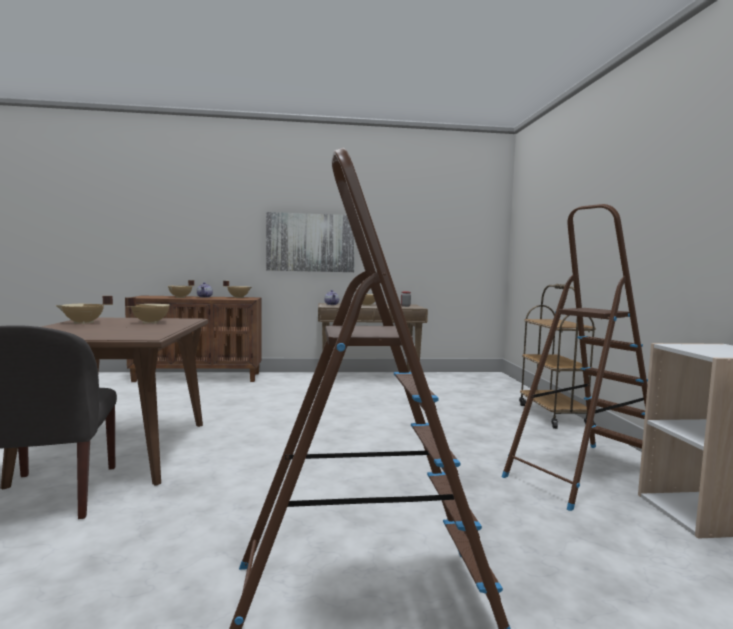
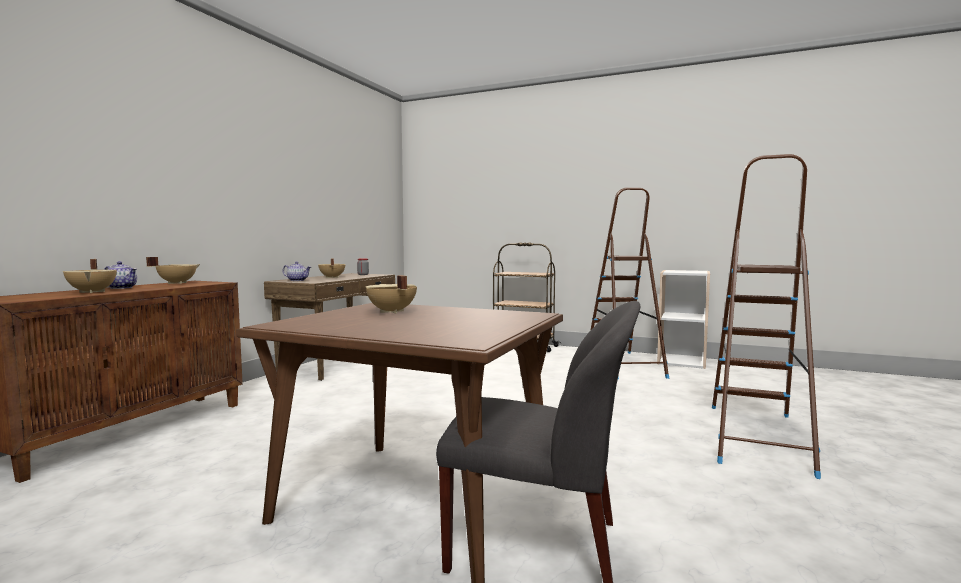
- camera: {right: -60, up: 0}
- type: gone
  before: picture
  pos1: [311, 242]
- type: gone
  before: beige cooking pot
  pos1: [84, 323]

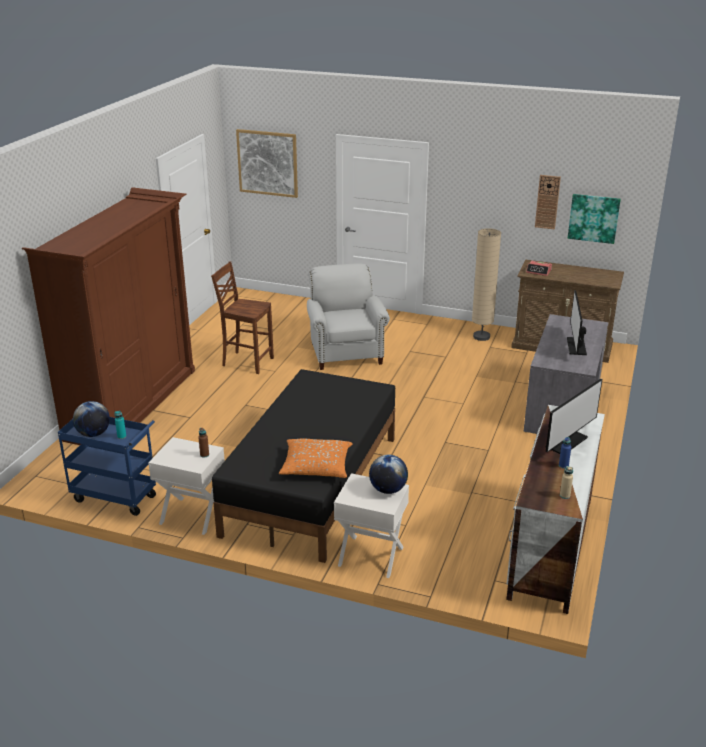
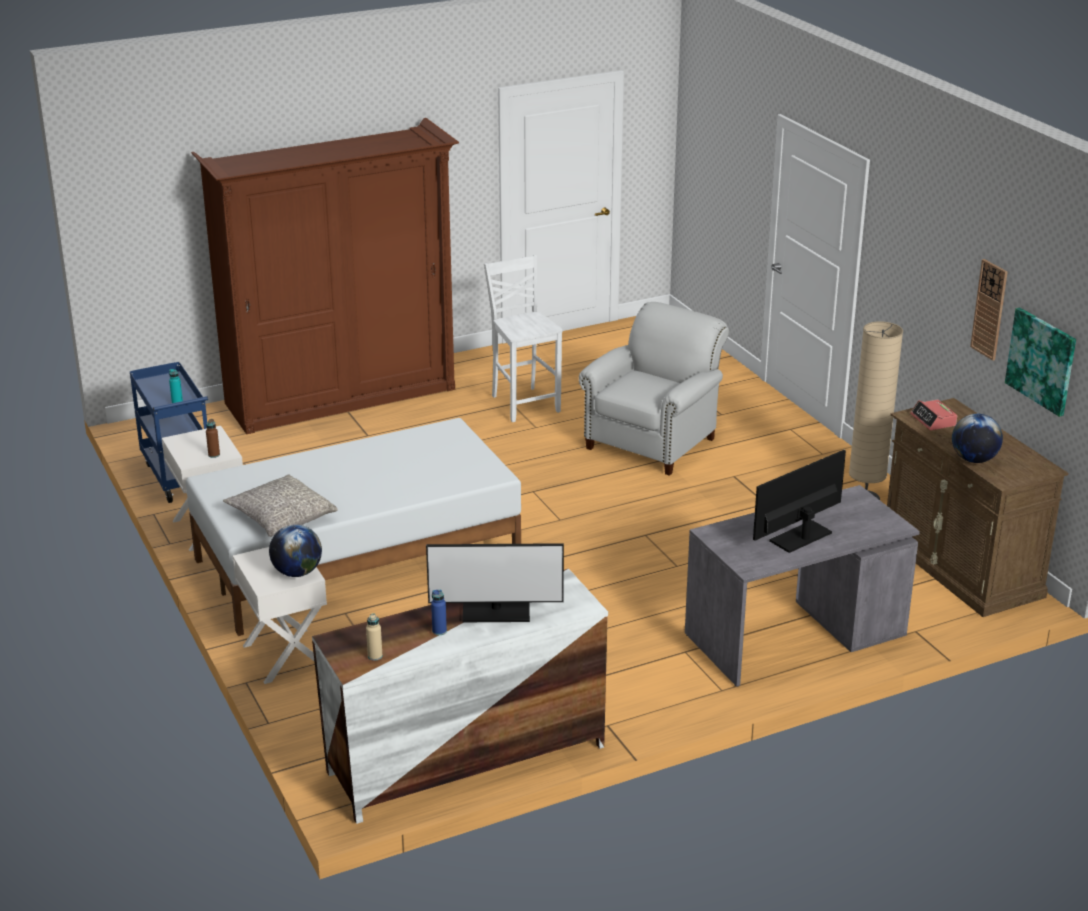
- camera: {right: 45, up: 0}
- type: gone
  before: picture
  pos1: [267, 163]
- type: repainted
  before: brown chair
  after: white chair
  pos1: [246, 362]
  pos2: [524, 403]
- type: repainted
  before: black bed
  after: white bed
  pos1: [311, 485]
  pos2: [356, 560]
- type: shifted
  before: globe
  pos1: [93, 434]
  pos2: [974, 460]
- type: repainted
  before: orange pillow
  after: grey pillow
  pos1: [316, 467]
  pos2: [281, 517]

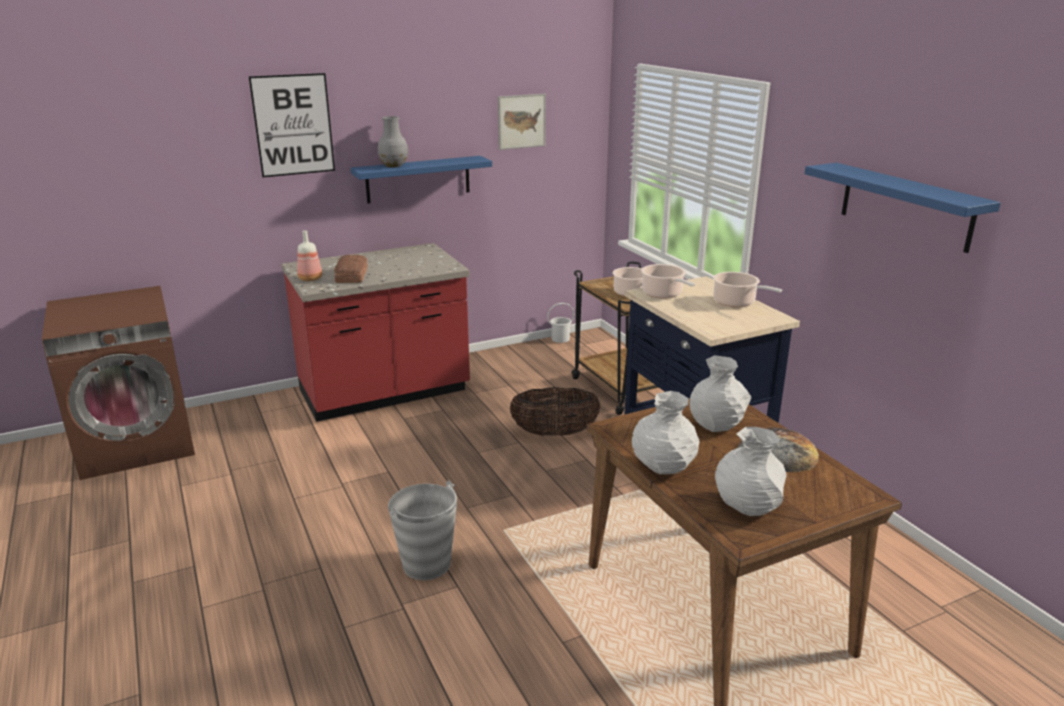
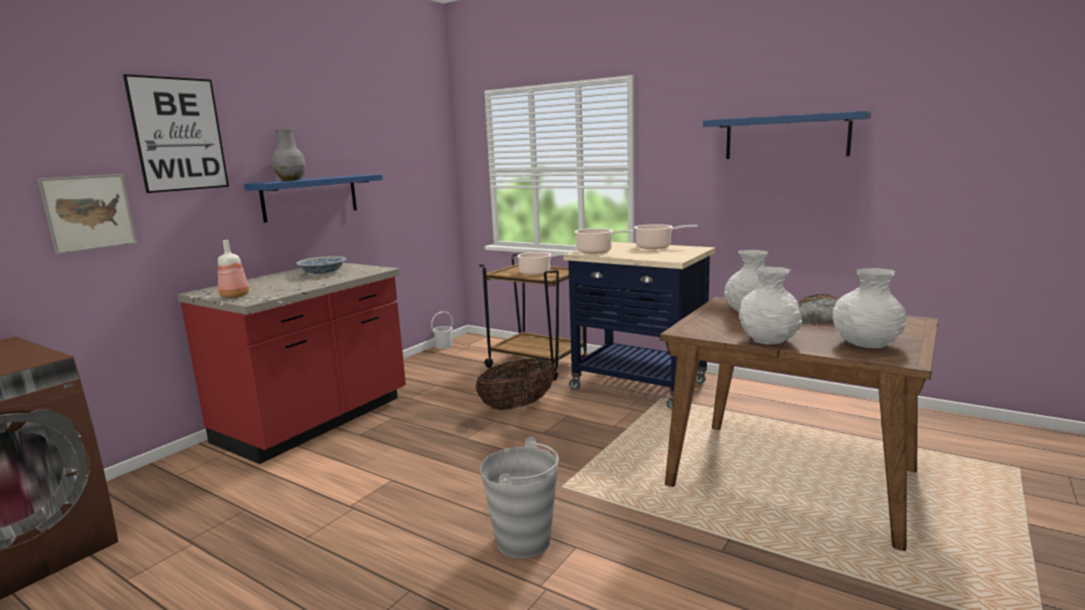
- camera: {right: -30, up: -10}
- type: shifted
  before: picture
  pos1: [521, 121]
  pos2: [89, 212]
- type: gone
  before: bread
  pos1: [350, 275]
- type: new
  after: bowl
  pos2: [323, 273]

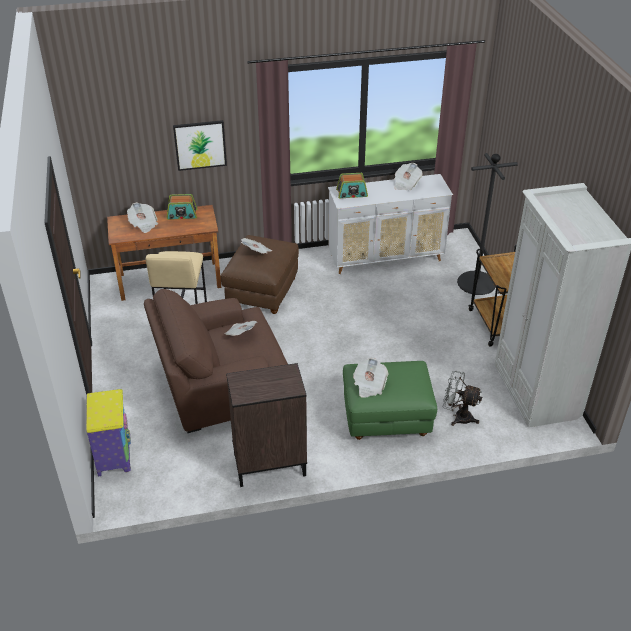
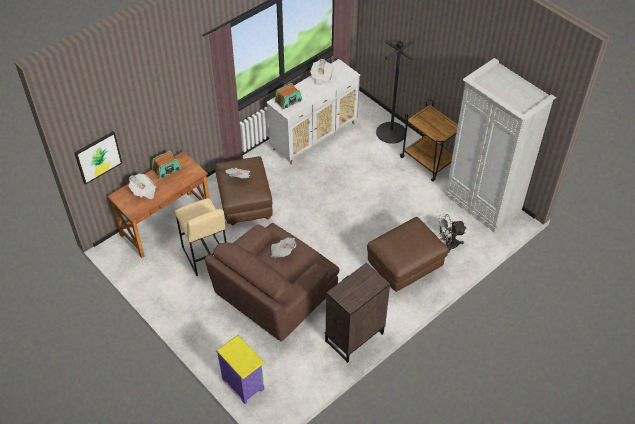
- camera: {right: -30, up: 10}
- type: shifted
  before: picture
  pos1: [200, 145]
  pos2: [98, 157]
- type: gone
  before: newspaper
  pos1: [369, 385]
- type: repainted
  before: green ottoman
  after: brown ottoman
  pos1: [386, 419]
  pos2: [404, 267]

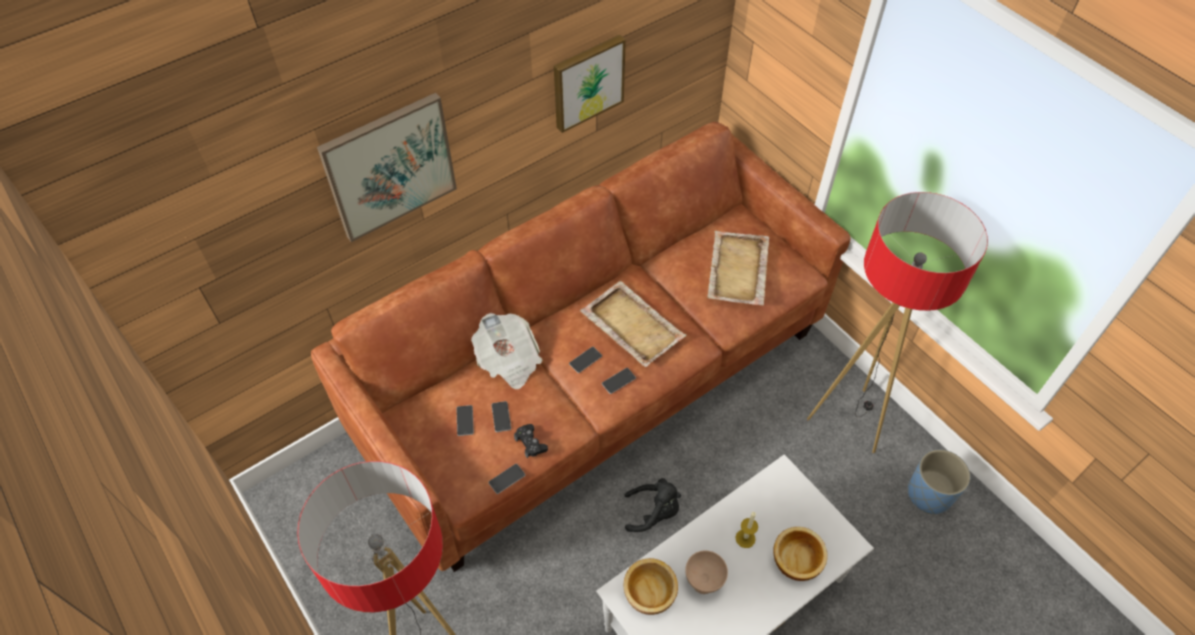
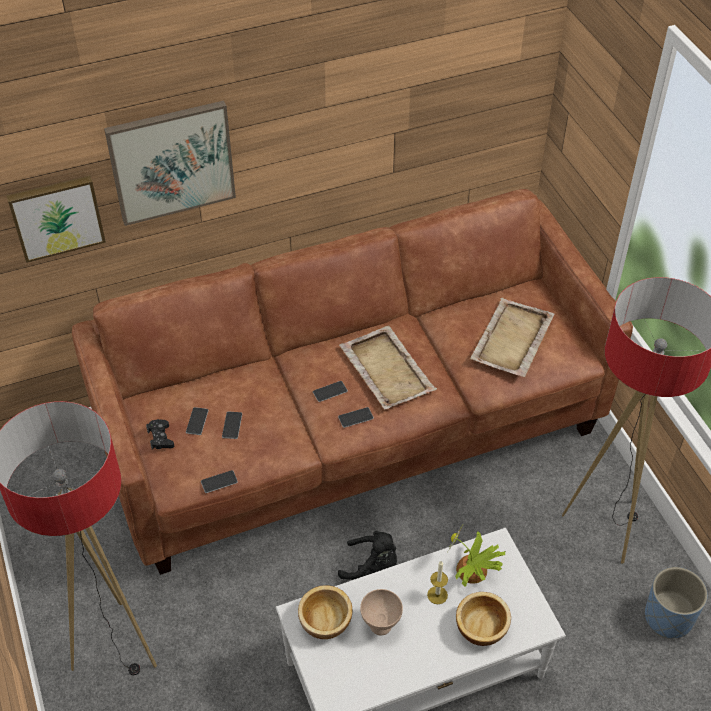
- camera: {right: 15, up: -5}
- type: shifted
  before: picture
  pos1: [587, 81]
  pos2: [56, 216]
- type: gone
  before: newspaper
  pos1: [508, 361]
- type: shifted
  before: black game controller
  pos1: [530, 443]
  pos2: [160, 438]
- type: new
  after: potted plant
  pos2: [472, 571]

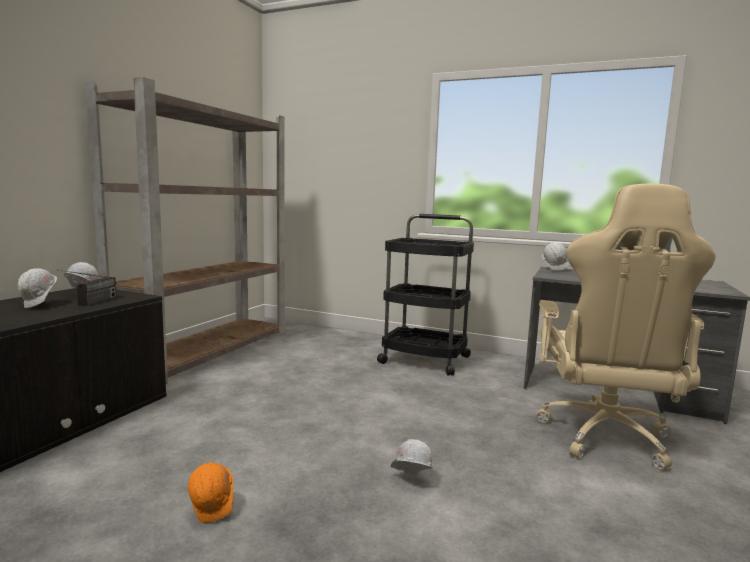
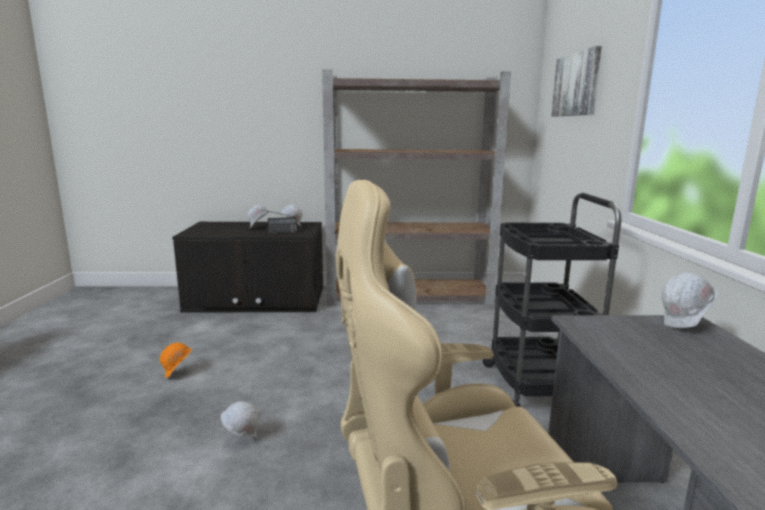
- camera: {right: 65, up: 5}
- type: new
  after: picture
  pos2: [576, 84]

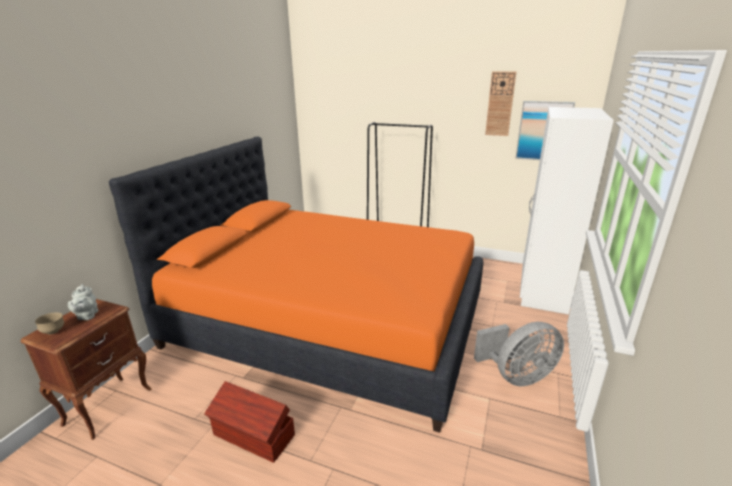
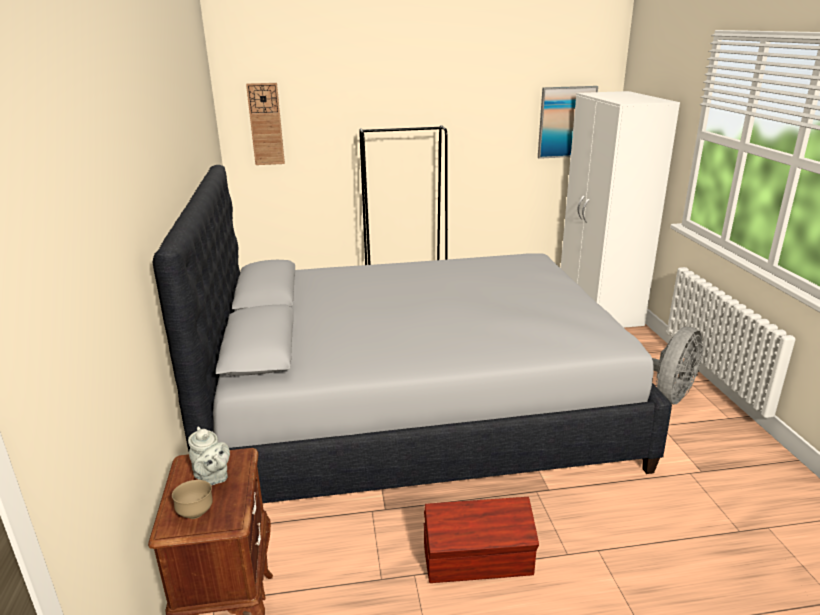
- camera: {right: -30, up: 0}
- type: shifted
  before: wall clock
  pos1: [500, 104]
  pos2: [266, 124]
- type: repainted
  before: orange bed
  after: grey bed
  pos1: [328, 322]
  pos2: [415, 410]

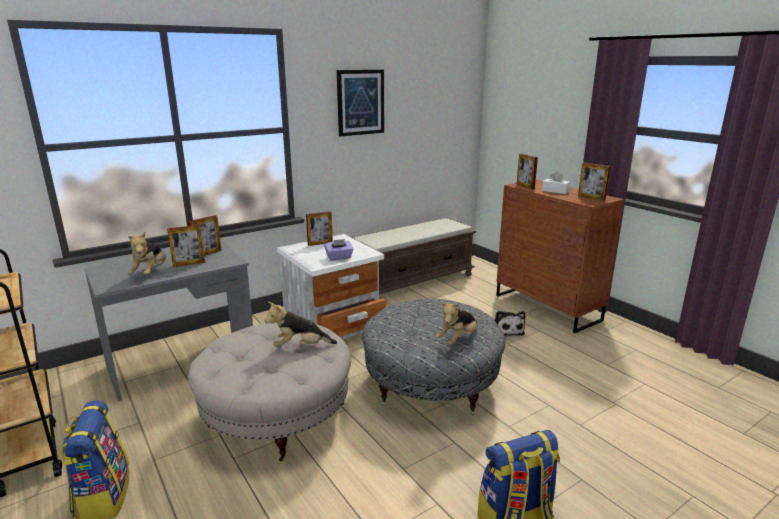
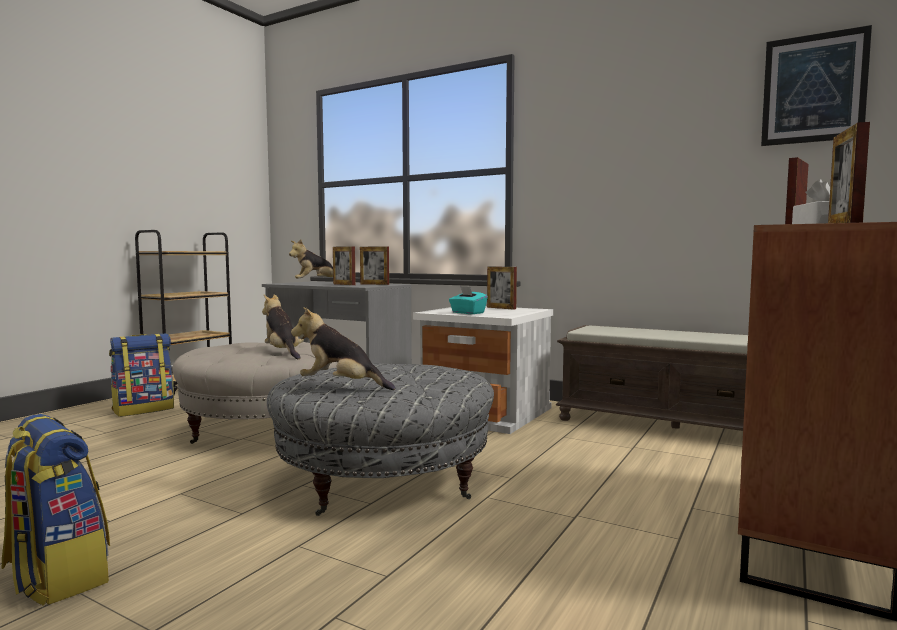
- camera: {right: 65, up: -15}
- type: shifted
  before: picture
  pos1: [360, 102]
  pos2: [813, 89]
- type: repainted
  before: purple tissue box
  after: turquoise tissue box
  pos1: [339, 257]
  pos2: [467, 313]
- type: gone
  before: plush toy
  pos1: [505, 330]

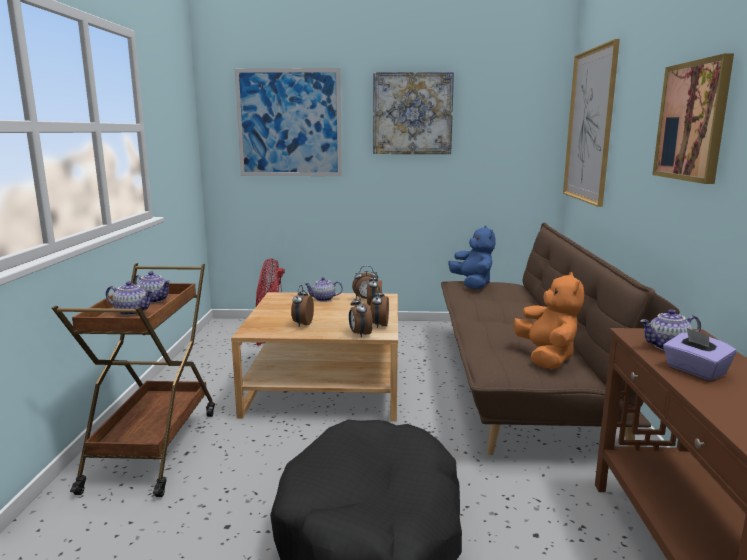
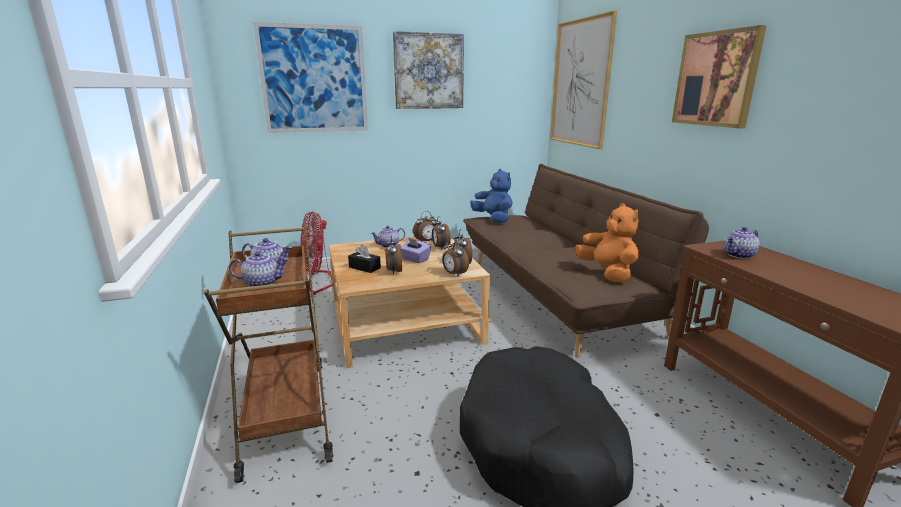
- camera: {right: -20, up: 5}
- type: shifted
  before: purple tissue box
  pos1: [695, 371]
  pos2: [415, 259]
- type: new
  after: black tissue box
  pos2: [364, 267]

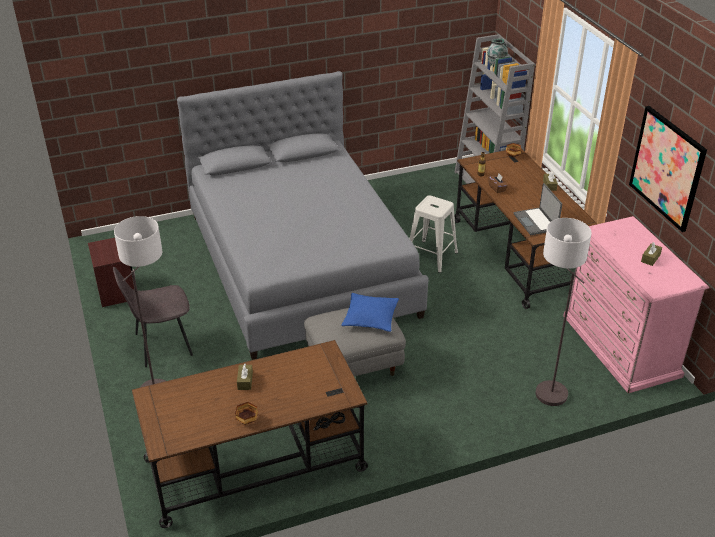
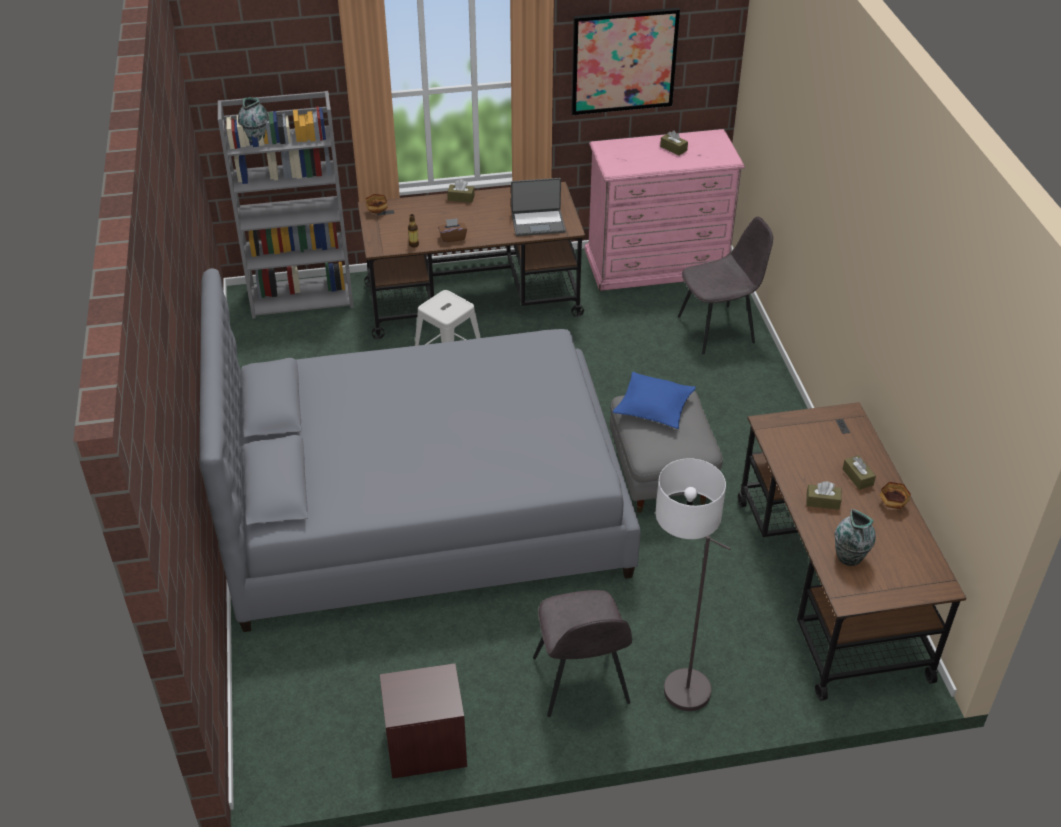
- camera: {right: -80, up: 5}
- type: swapped
  before: white floor lamp
  after: grey chair
  pos1: [545, 388]
  pos2: [718, 329]
- type: new
  after: brown tissue box
  pos2: [857, 477]
- type: new
  after: vase
  pos2: [849, 557]

